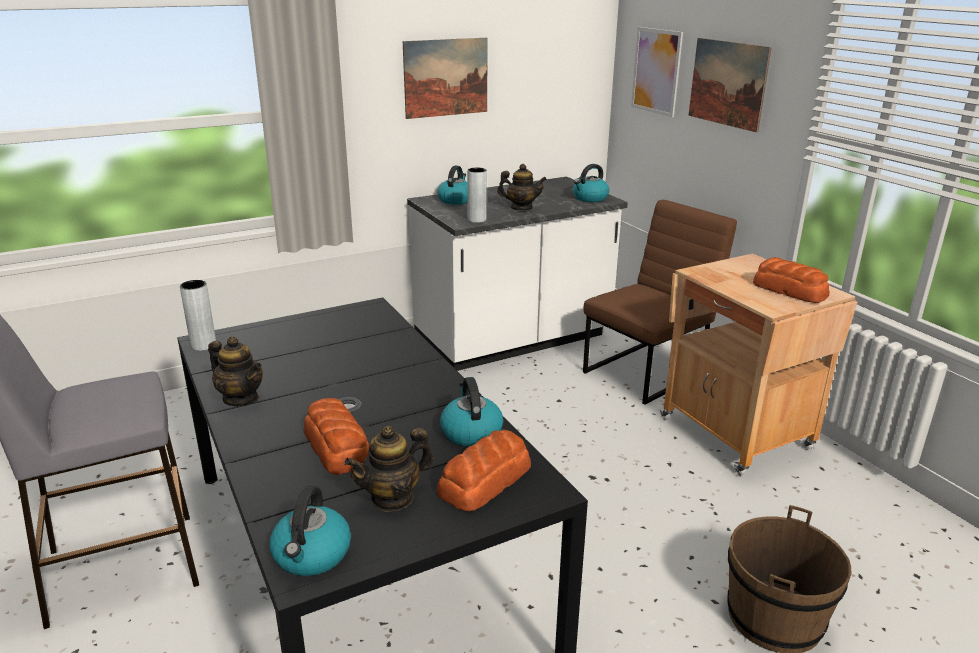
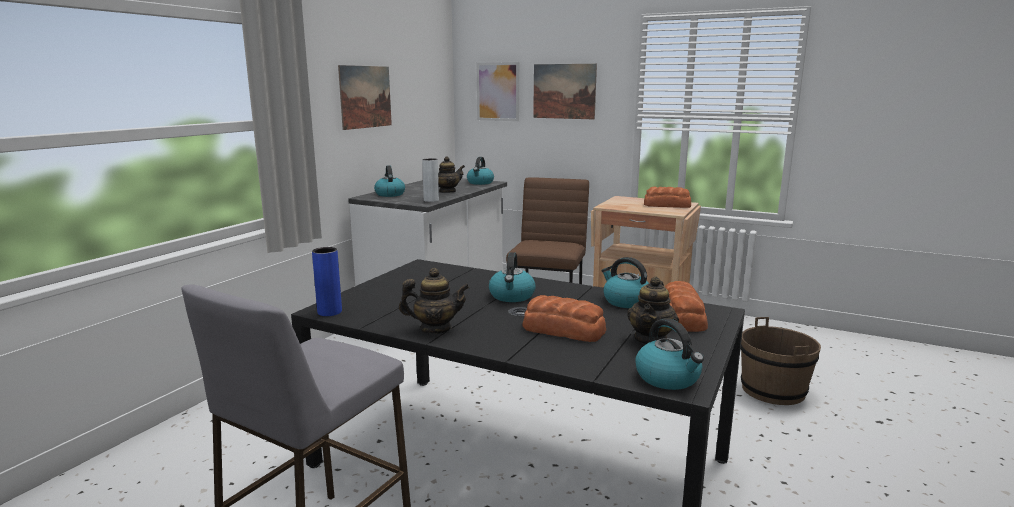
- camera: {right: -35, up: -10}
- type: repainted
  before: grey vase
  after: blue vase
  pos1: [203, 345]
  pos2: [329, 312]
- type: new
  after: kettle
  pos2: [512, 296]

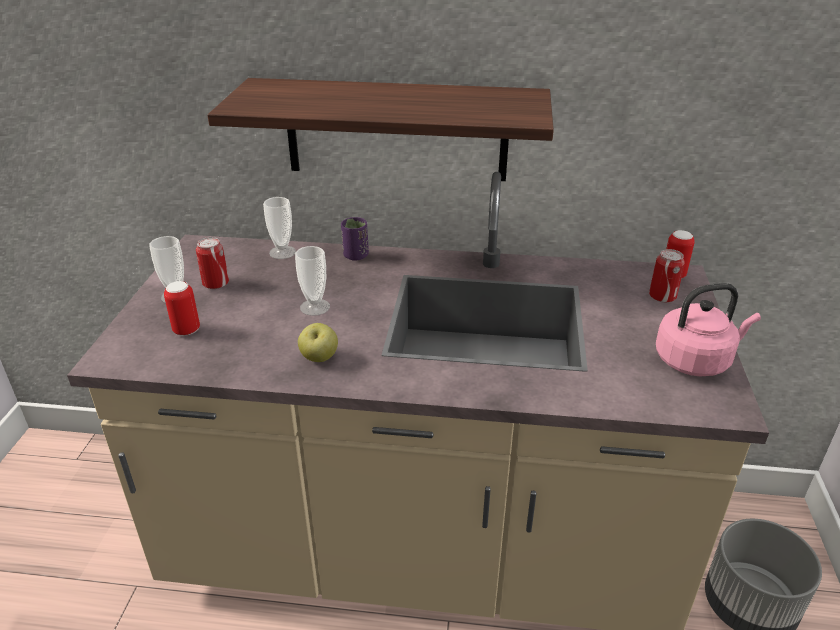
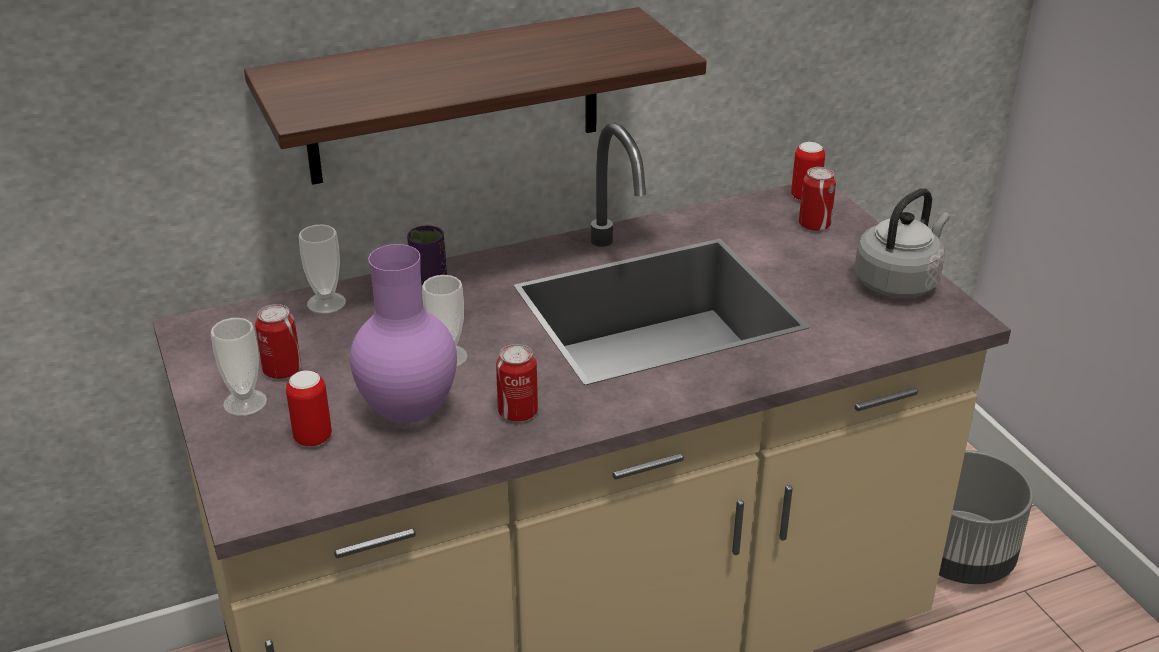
- camera: {right: -30, up: 0}
- type: repainted
  before: pink kettle
  after: grey kettle
  pos1: [695, 360]
  pos2: [899, 282]
- type: swapped
  before: apple
  after: can
  pos1: [319, 358]
  pos2: [518, 412]
- type: new
  after: purple vase
  pos2: [410, 414]

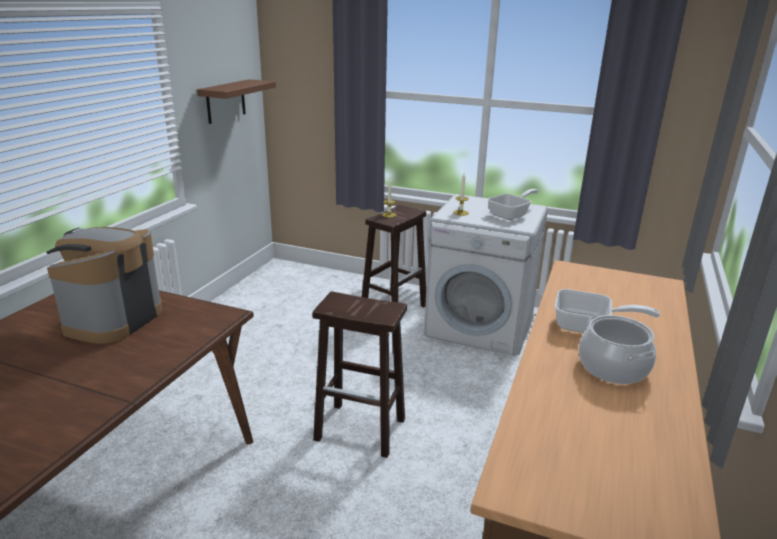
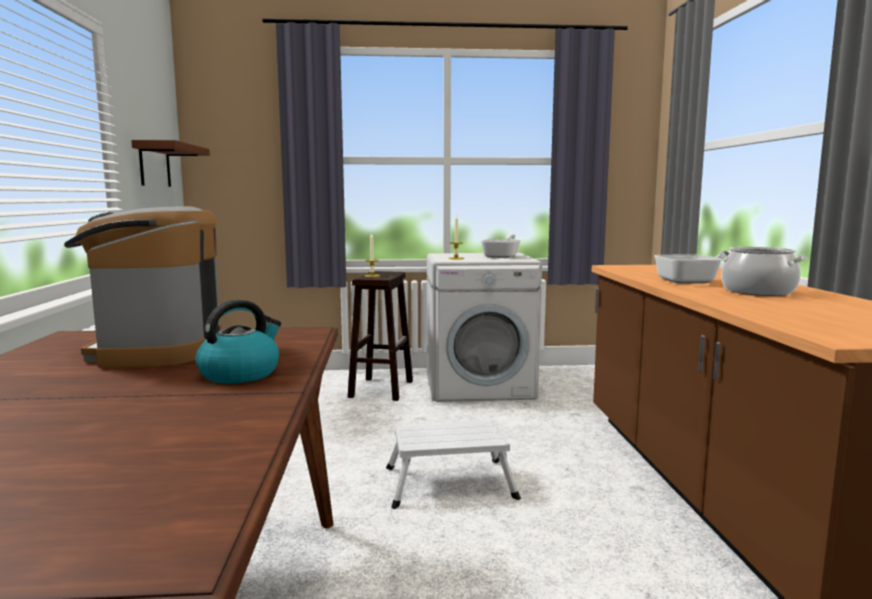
- camera: {right: -25, up: -15}
- type: swapped
  before: brown stool
  after: white step ladder
  pos1: [362, 429]
  pos2: [450, 482]
- type: new
  after: kettle
  pos2: [240, 373]

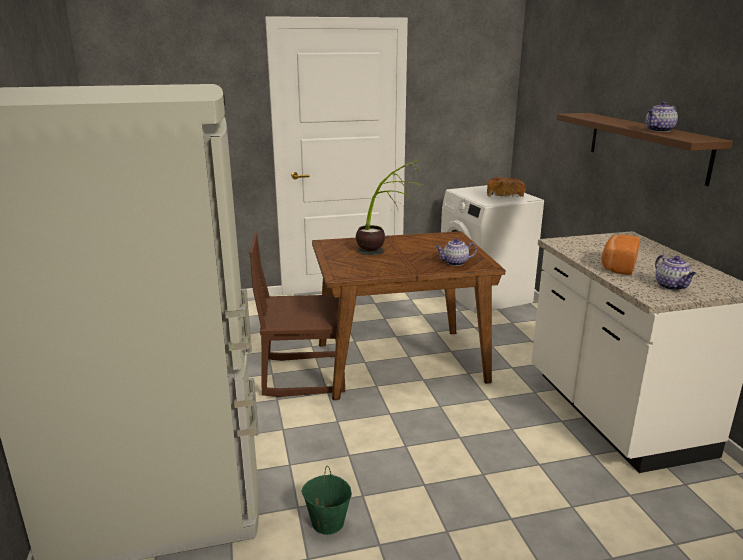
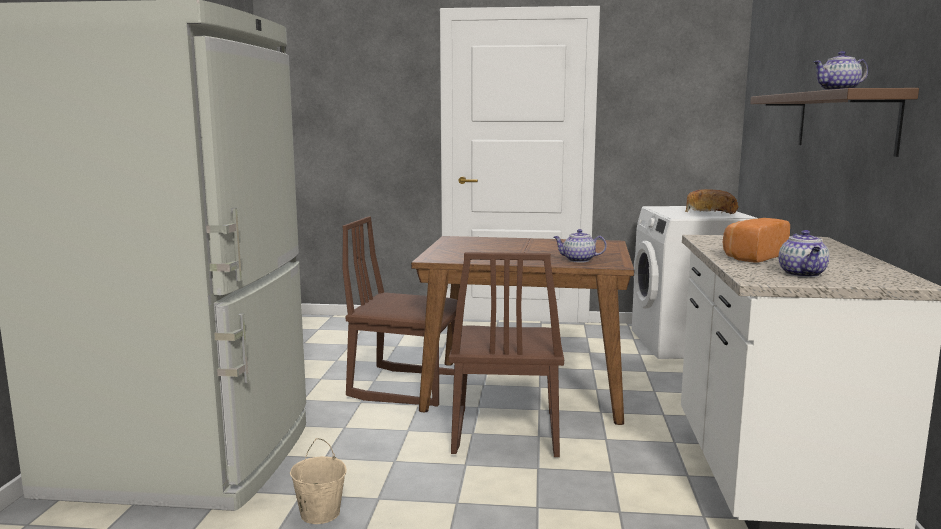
- camera: {right: 20, up: -10}
- type: gone
  before: potted plant
  pos1: [383, 254]
- type: repainted
  before: green bucket
  after: beige bucket
  pos1: [327, 522]
  pos2: [319, 513]
- type: new
  after: brown chair
  pos2: [504, 433]

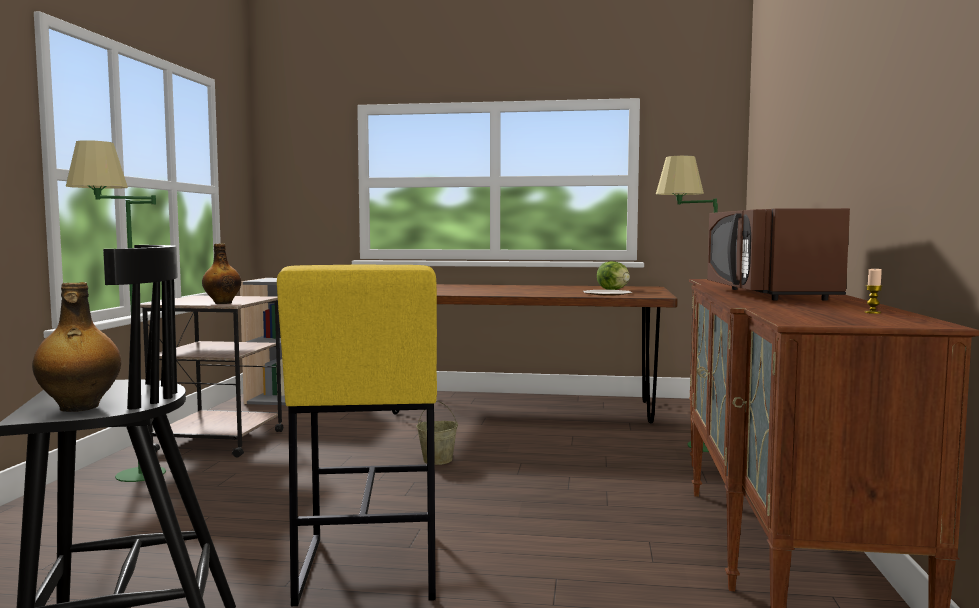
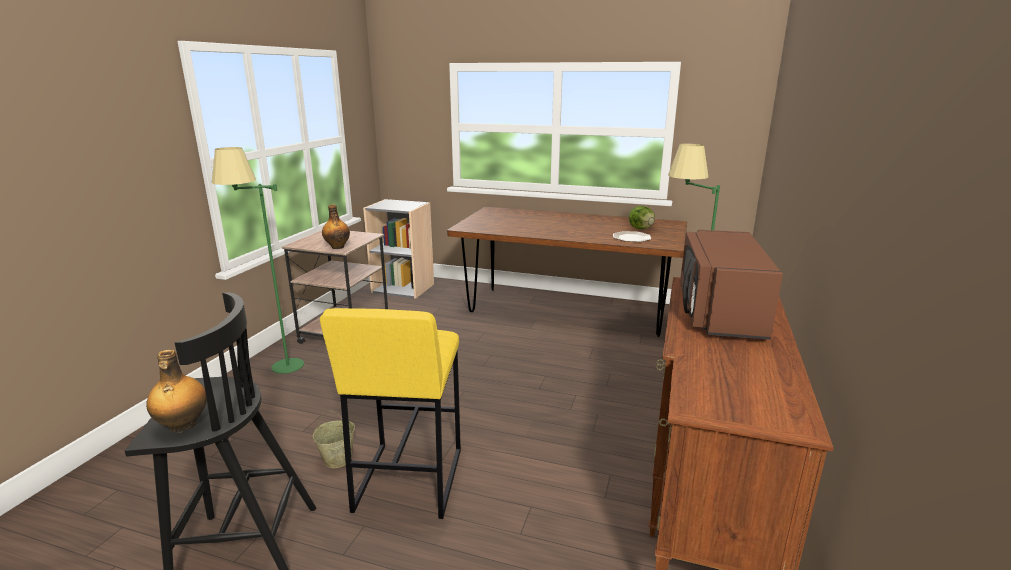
- camera: {right: 10, up: 15}
- type: gone
  before: candle
  pos1: [872, 312]
- type: shifted
  before: beige bucket
  pos1: [438, 460]
  pos2: [338, 459]

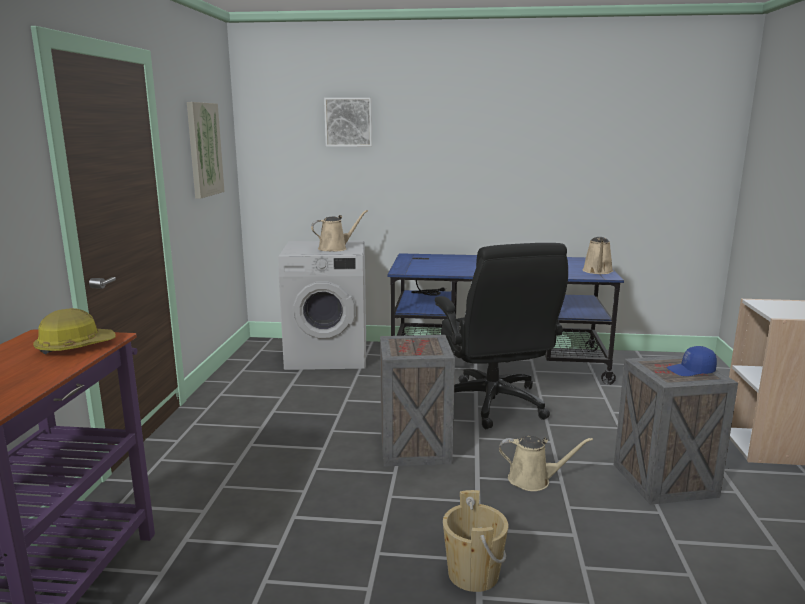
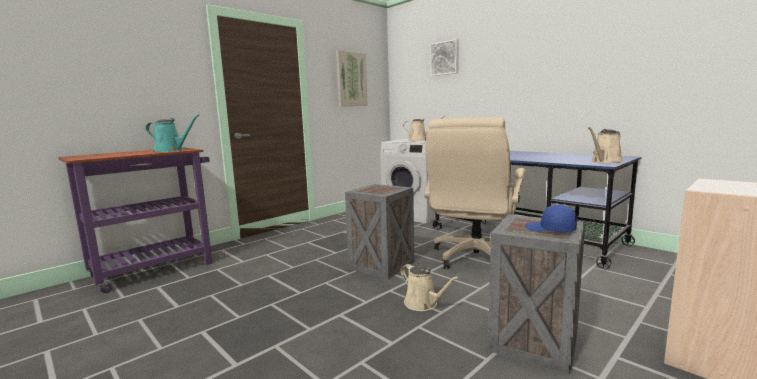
- camera: {right: 40, up: -5}
- type: repainted
  before: black office chair
  after: beige office chair
  pos1: [494, 407]
  pos2: [473, 259]
- type: swapped
  before: hard hat
  after: turquoise watering can
  pos1: [75, 346]
  pos2: [171, 150]
- type: gone
  before: beige bucket
  pos1: [473, 574]

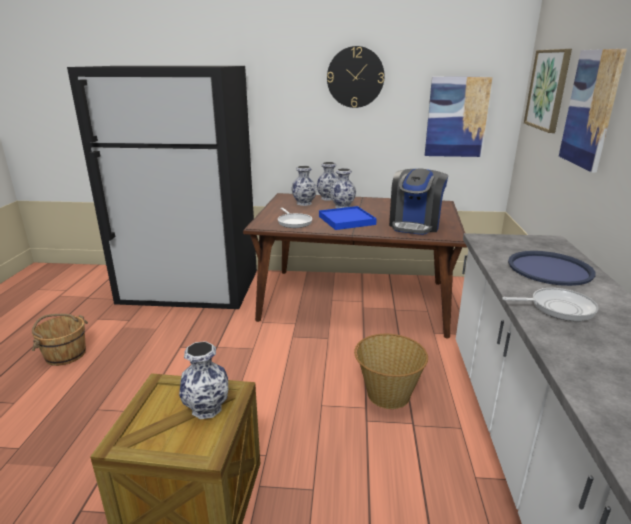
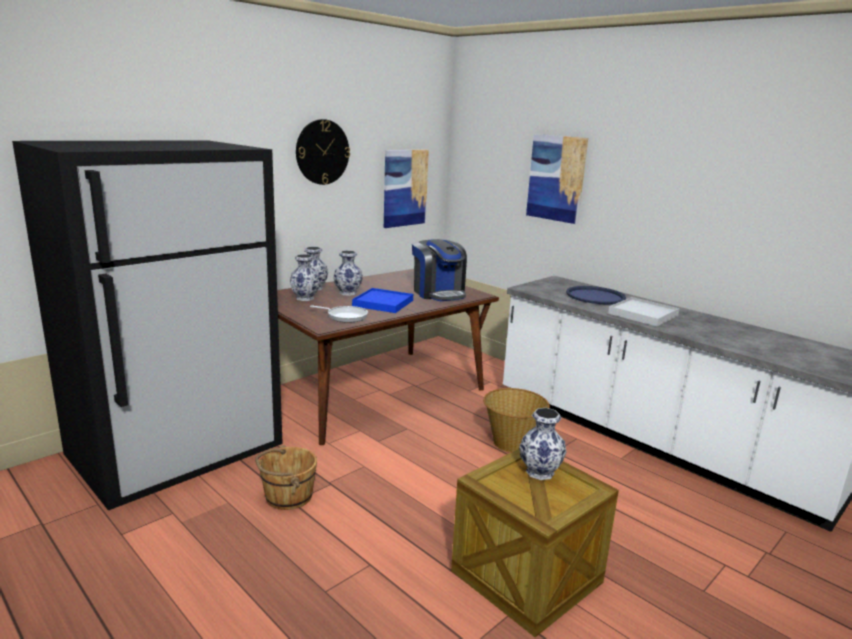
- camera: {right: -50, up: -5}
- type: gone
  before: picture
  pos1: [548, 90]
- type: swapped
  before: frying pan
  after: white tray
  pos1: [558, 308]
  pos2: [643, 314]
- type: shifted
  before: brown bucket
  pos1: [65, 354]
  pos2: [287, 496]

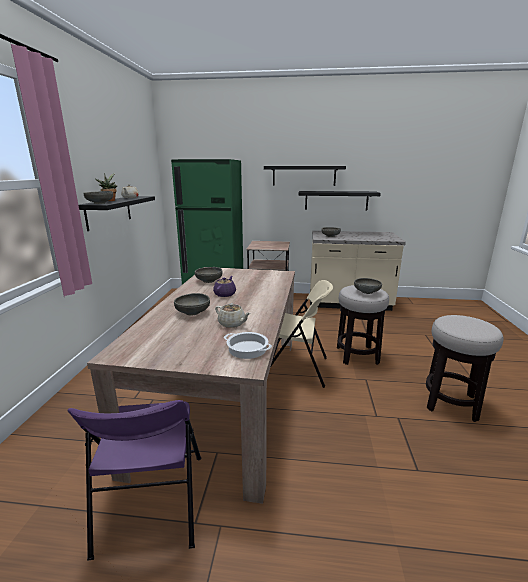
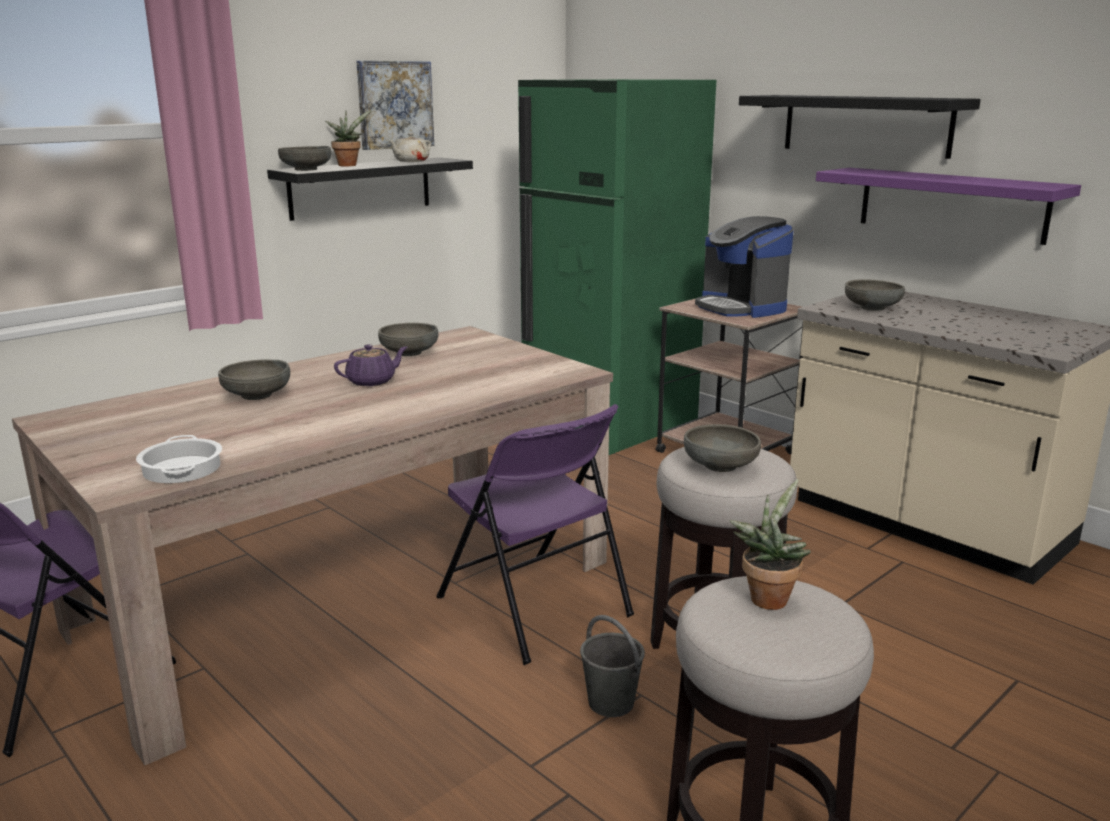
- camera: {right: 40, up: 0}
- type: repainted
  before: black shelf
  after: purple shelf
  pos1: [336, 200]
  pos2: [951, 204]
- type: repainted
  before: beige chair
  after: purple chair
  pos1: [294, 368]
  pos2: [533, 606]
- type: gone
  before: beige teapot
  pos1: [232, 324]
- type: new
  after: picture
  pos2: [394, 104]
- type: new
  after: coffee machine
  pos2: [741, 307]
- type: new
  after: potted plant
  pos2: [767, 597]
- type: new
  after: grey bucket
  pos2: [611, 703]

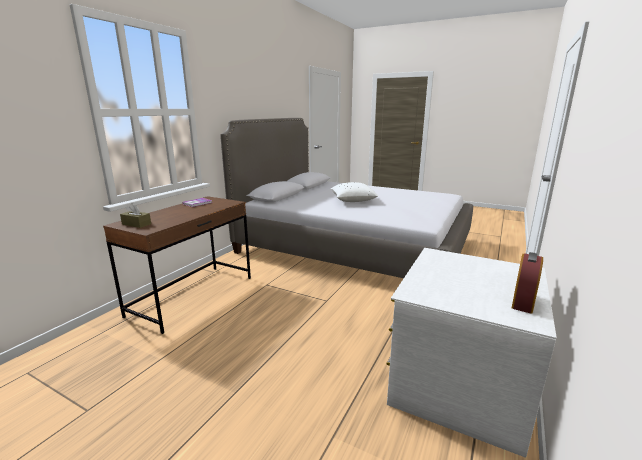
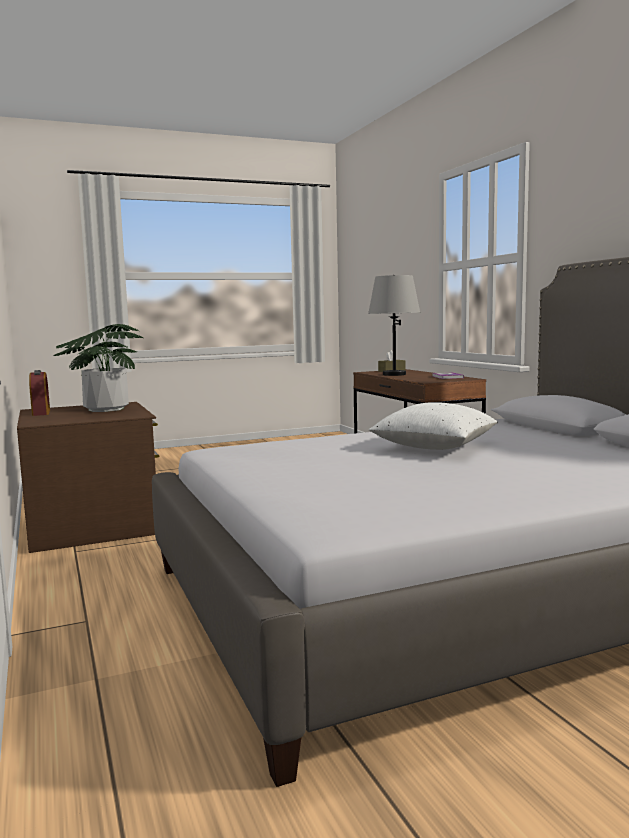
- camera: {right: 130, up: -10}
- type: repainted
  before: white dresser
  after: brown dresser
  pos1: [457, 381]
  pos2: [94, 524]
- type: new
  after: grey table lamp
  pos2: [394, 374]
- type: new
  after: potted plant
  pos2: [106, 409]

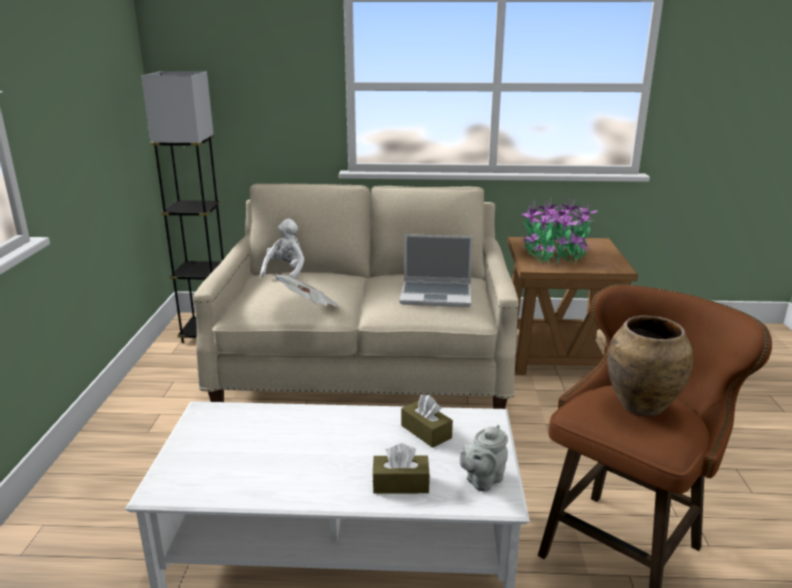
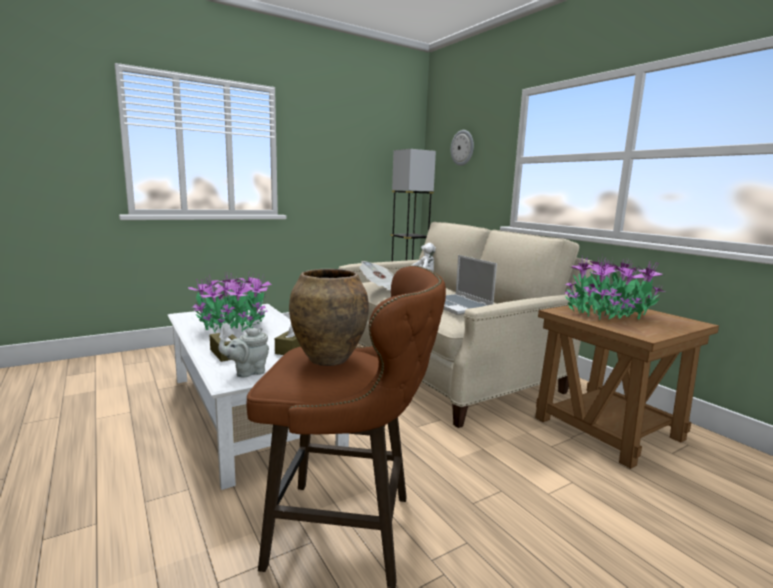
- camera: {right: 55, up: -10}
- type: rotated
  before: grey teapot
  pos1: [482, 480]
  pos2: [247, 372]
  turn: -45
- type: new
  after: wall clock
  pos2: [462, 148]
- type: new
  after: potted plant
  pos2: [233, 326]

